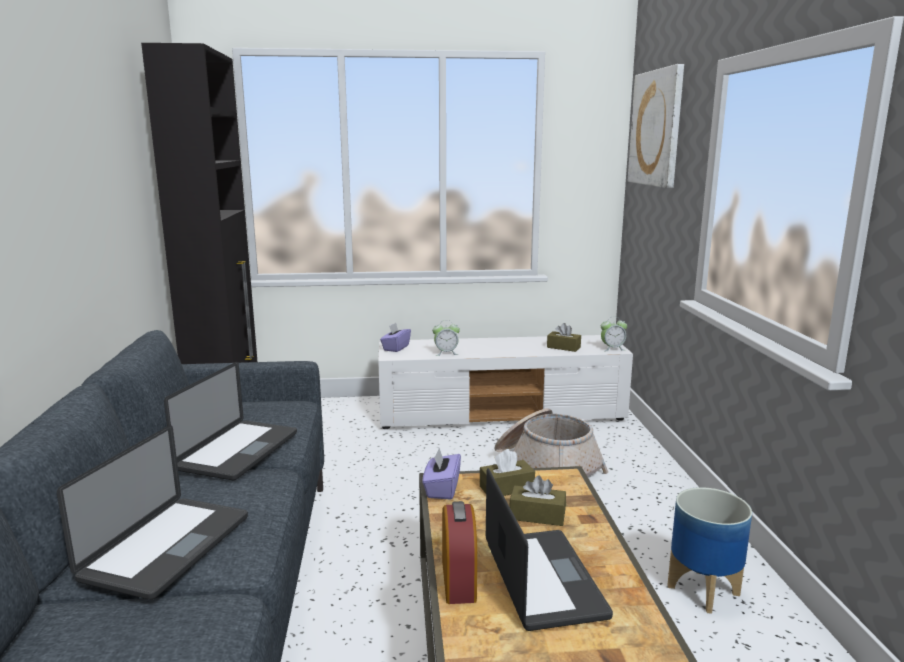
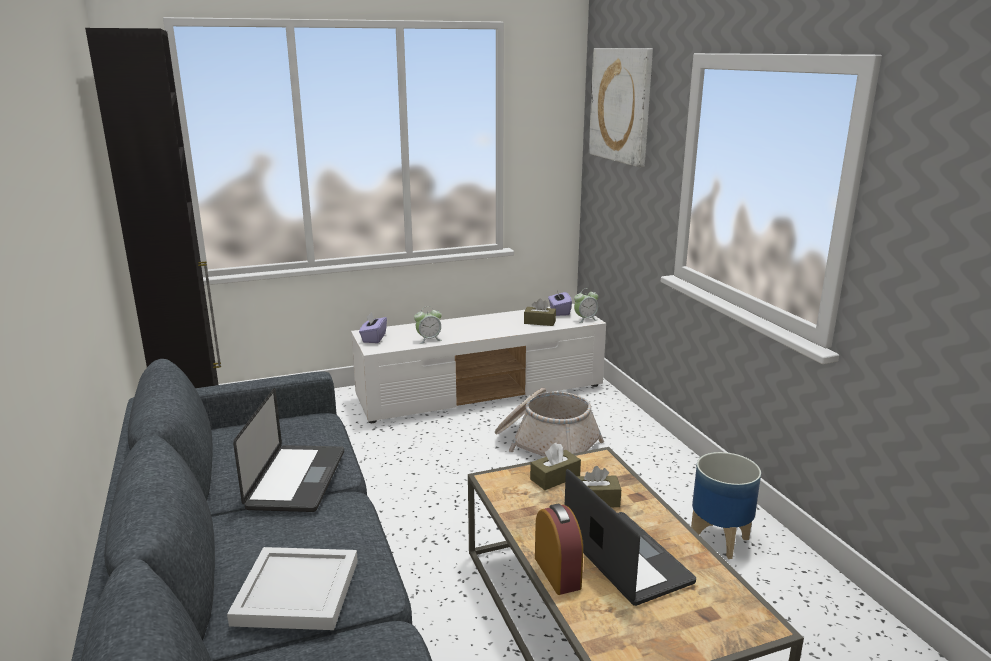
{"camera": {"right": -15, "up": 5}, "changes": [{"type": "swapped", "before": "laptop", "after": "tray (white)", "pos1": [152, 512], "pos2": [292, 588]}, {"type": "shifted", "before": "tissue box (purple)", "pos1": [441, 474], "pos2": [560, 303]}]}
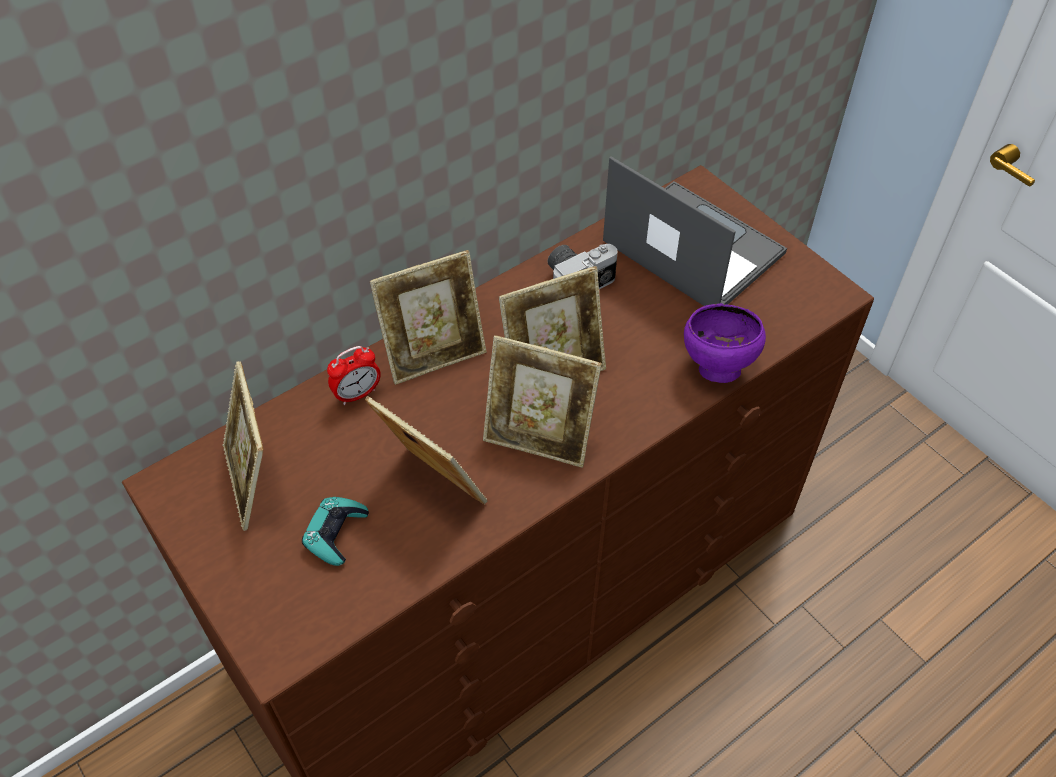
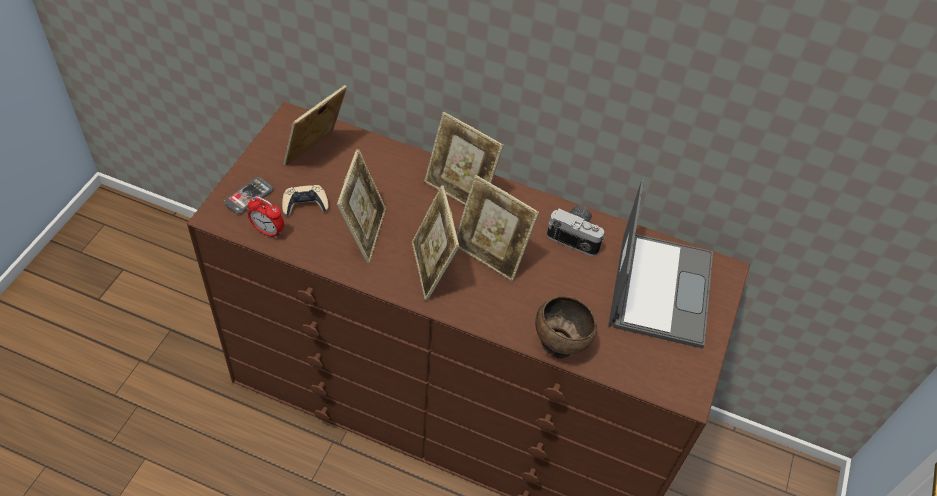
{"camera": {"right": 55, "up": 0}, "changes": [{"type": "new", "after": "phone", "pos2": [248, 195]}, {"type": "shifted", "before": "alarm clock", "pos1": [354, 375], "pos2": [266, 217]}, {"type": "repainted", "before": "game controller (turquoise)", "after": "game controller (beige)", "pos1": [335, 531], "pos2": [305, 200]}, {"type": "repainted", "before": "bowl (purple)", "after": "bowl (brown)", "pos1": [725, 343], "pos2": [566, 327]}]}
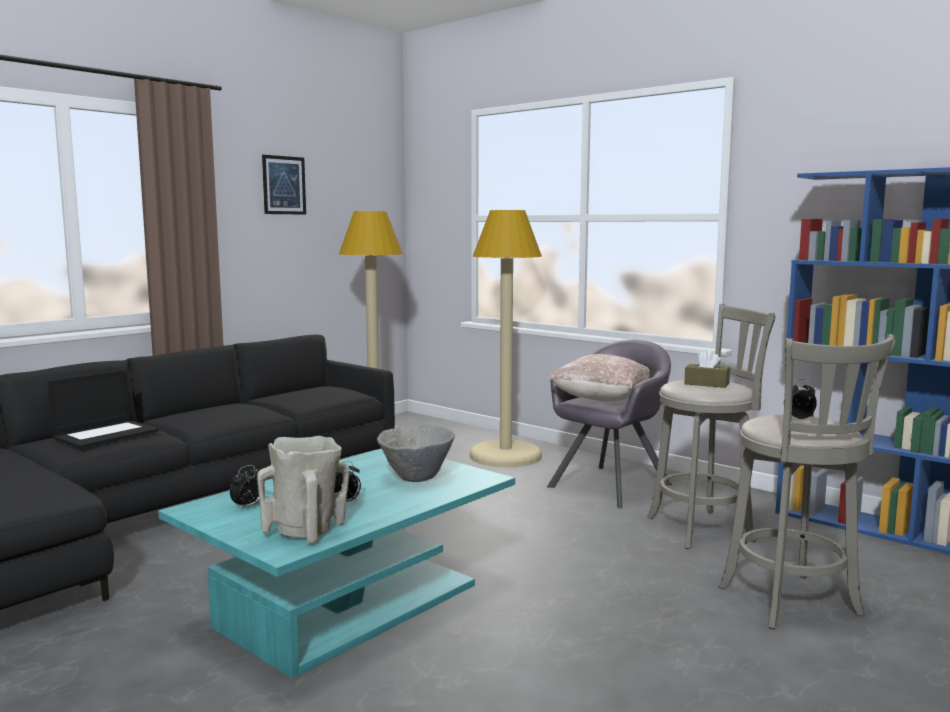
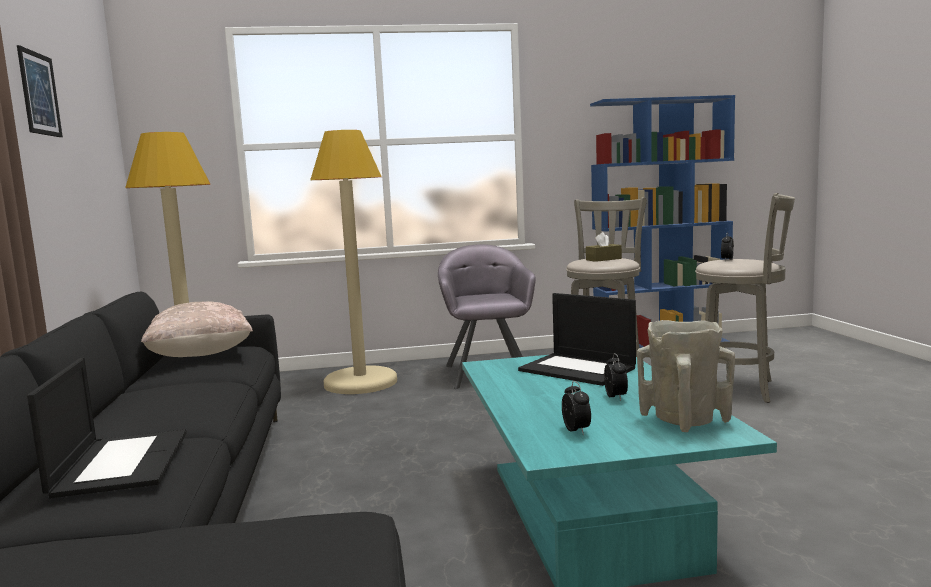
{"camera": {"right": -50, "up": 0}, "changes": [{"type": "shifted", "before": "pillow (beige)", "pos1": [599, 378], "pos2": [197, 329]}, {"type": "swapped", "before": "bowl (grey)", "after": "laptop", "pos1": [416, 453], "pos2": [577, 339]}]}
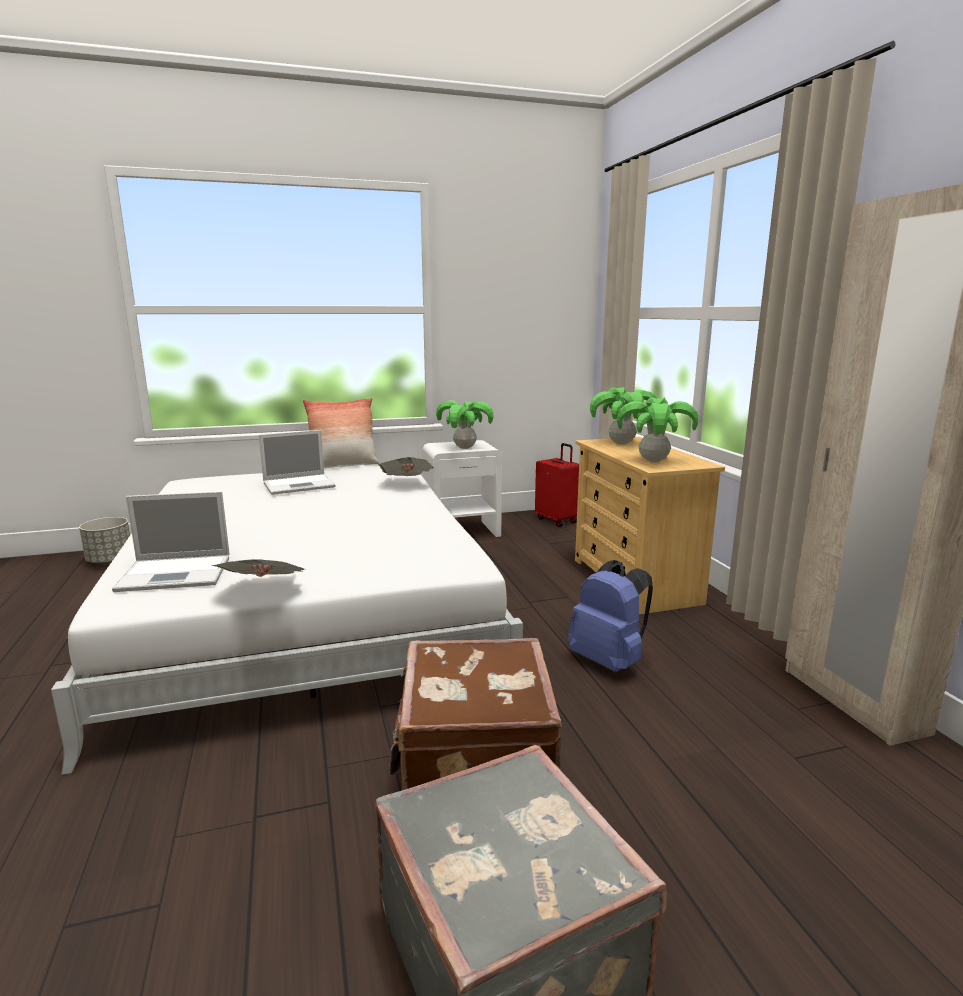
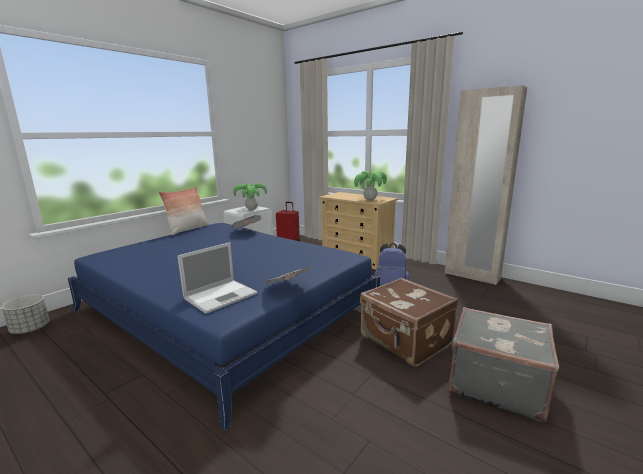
{"camera": {"right": -35, "up": 0}, "changes": [{"type": "repainted", "before": "bed (white)", "after": "bed (blue)", "pos1": [287, 619], "pos2": [224, 327]}, {"type": "gone", "before": "laptop", "pos1": [297, 462]}, {"type": "gone", "before": "potted plant", "pos1": [623, 415]}]}
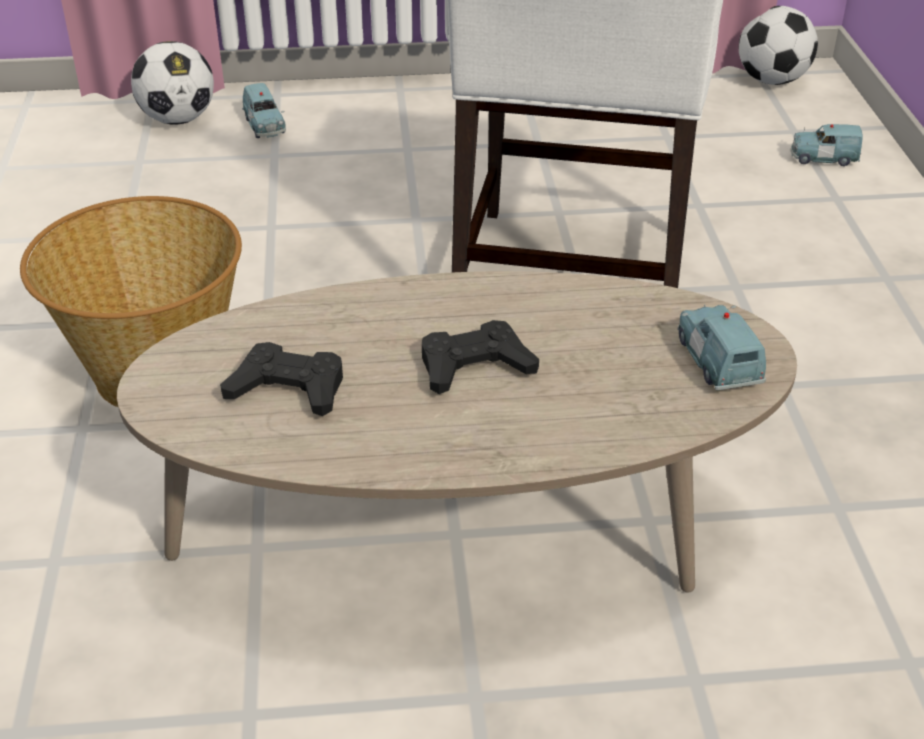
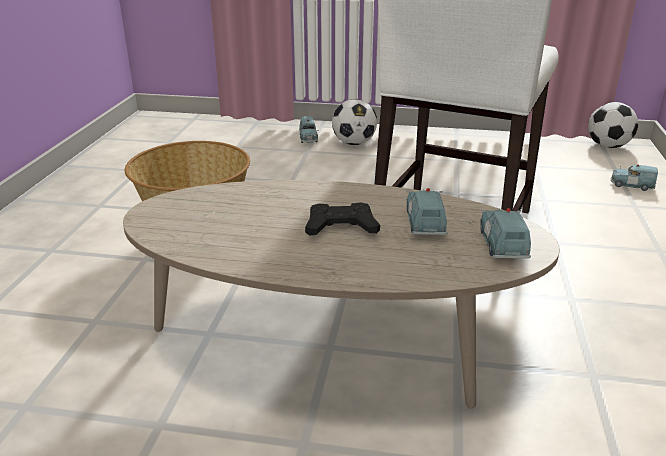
{"camera": {"right": 15, "up": -10}, "changes": [{"type": "shifted", "before": "football", "pos1": [172, 82], "pos2": [354, 122]}, {"type": "new", "after": "toy car (blue)", "pos2": [427, 211]}, {"type": "gone", "before": "game controller (black)", "pos1": [281, 379]}]}
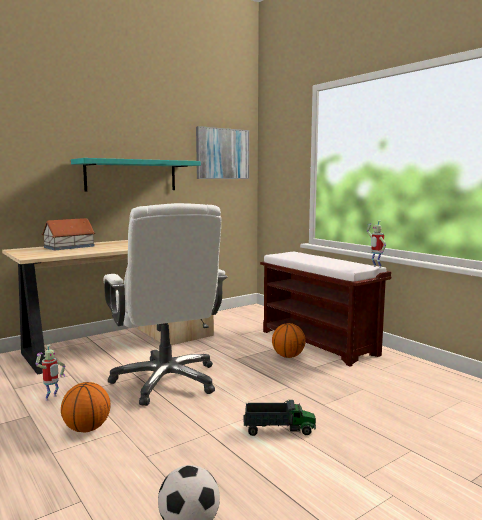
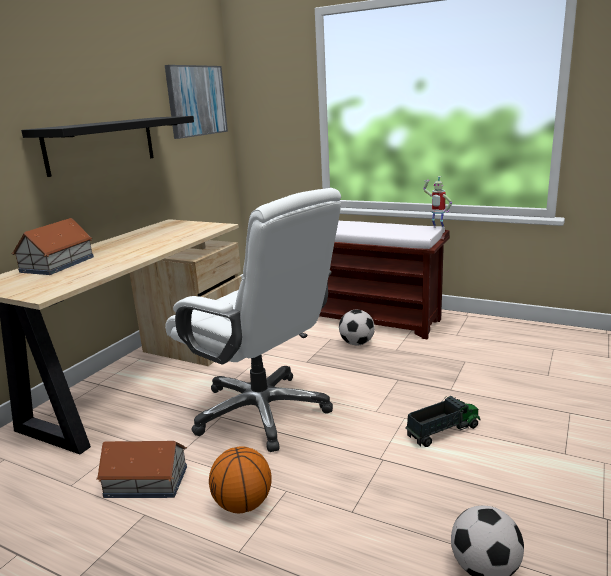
{"camera": {"right": -25, "up": 10}, "changes": [{"type": "repainted", "before": "shelf (turquoise)", "after": "shelf (black)", "pos1": [136, 174], "pos2": [107, 146]}, {"type": "swapped", "before": "toy robot", "after": "toy house", "pos1": [50, 373], "pos2": [141, 469]}, {"type": "swapped", "before": "basketball", "after": "football", "pos1": [289, 340], "pos2": [357, 327]}]}
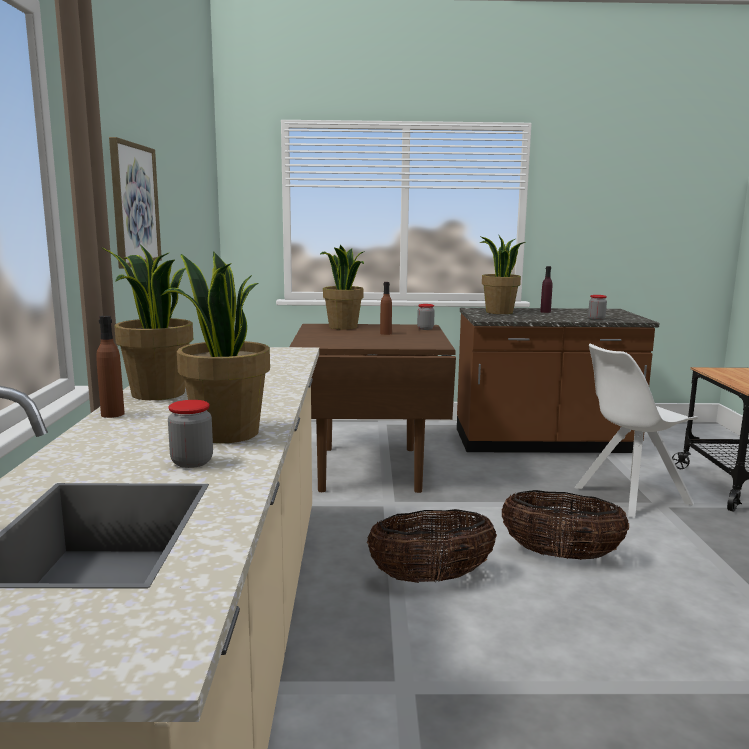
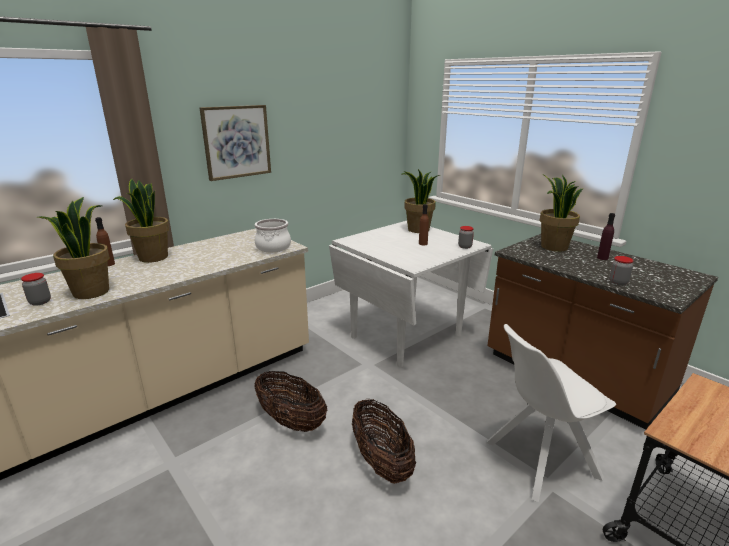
{"camera": {"right": 50, "up": 10}, "changes": [{"type": "new", "after": "cooking pot", "pos2": [272, 235]}, {"type": "repainted", "before": "dining table (brown)", "after": "dining table (white)", "pos1": [372, 408], "pos2": [411, 294]}, {"type": "rotated", "before": "chair (white)", "pos1": [636, 430], "pos2": [551, 413], "turn": -45}]}
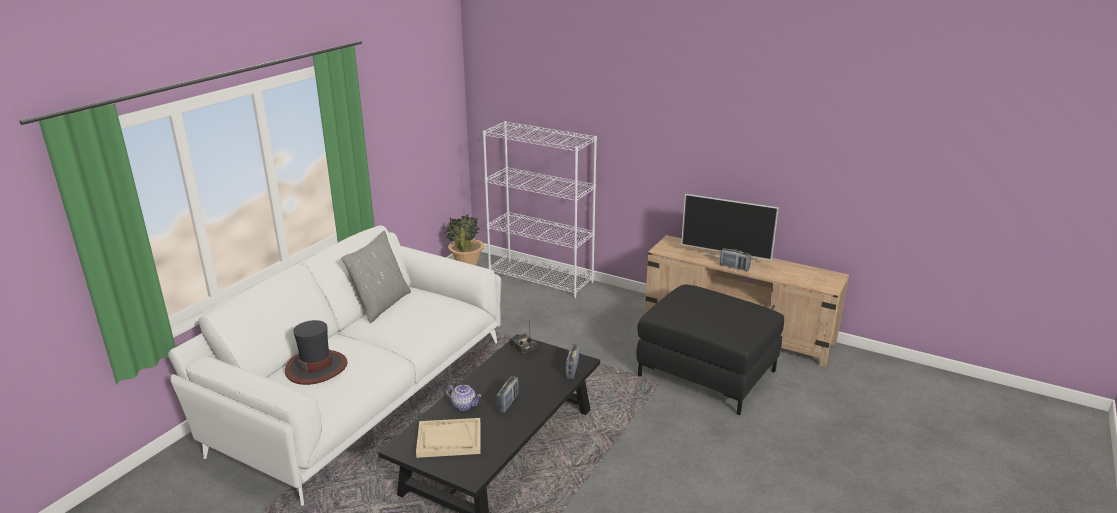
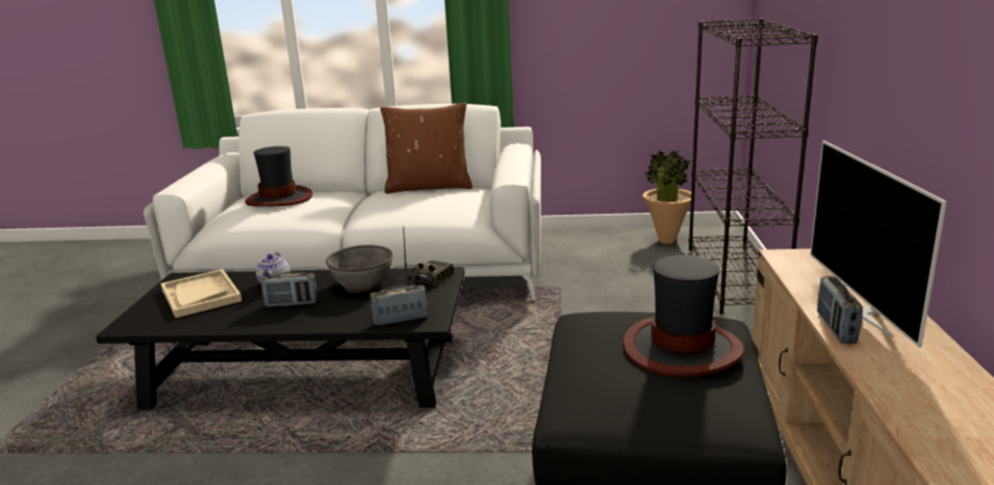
{"camera": {"right": 65, "up": -5}, "changes": [{"type": "new", "after": "bowl (grey)", "pos2": [359, 268]}, {"type": "repainted", "before": "pillow (grey)", "after": "pillow (brown)", "pos1": [376, 277], "pos2": [426, 148]}, {"type": "new", "after": "hat", "pos2": [683, 316]}, {"type": "repainted", "before": "bookcase (white)", "after": "bookcase (black)", "pos1": [540, 210], "pos2": [753, 166]}]}
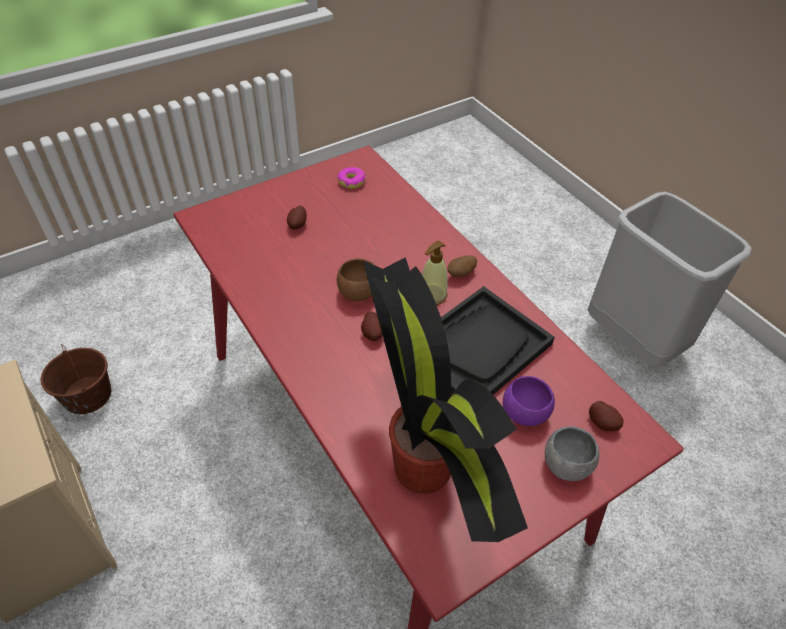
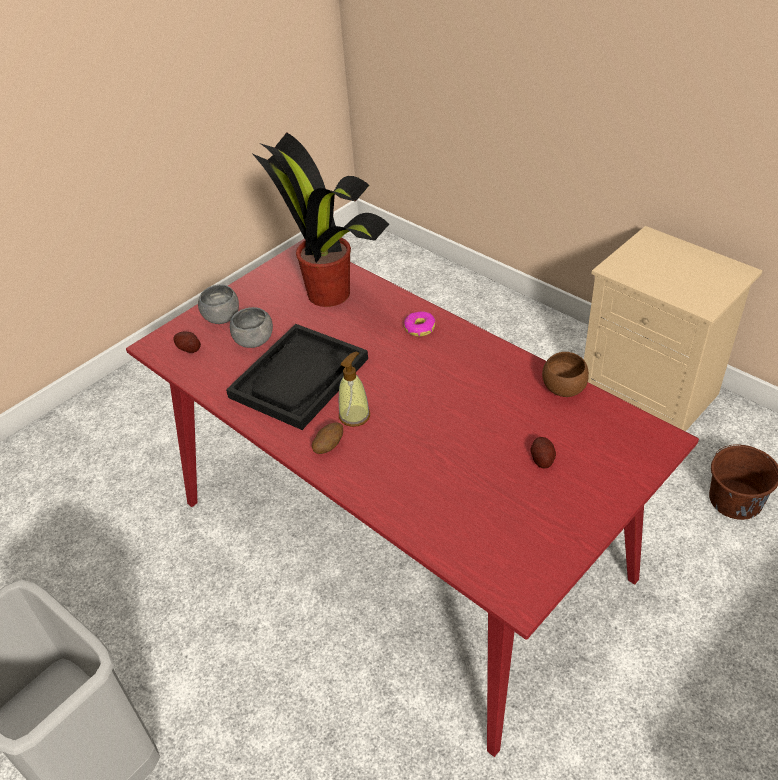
{"camera": {"right": 170, "up": -5}, "changes": [{"type": "repainted", "before": "bowl (purple)", "after": "bowl (grey)", "pos1": [529, 401], "pos2": [251, 327]}, {"type": "shifted", "before": "donut", "pos1": [351, 178], "pos2": [419, 324]}, {"type": "shifted", "before": "bowl (brown)", "pos1": [355, 279], "pos2": [565, 374]}, {"type": "gone", "before": "potato", "pos1": [371, 326]}]}
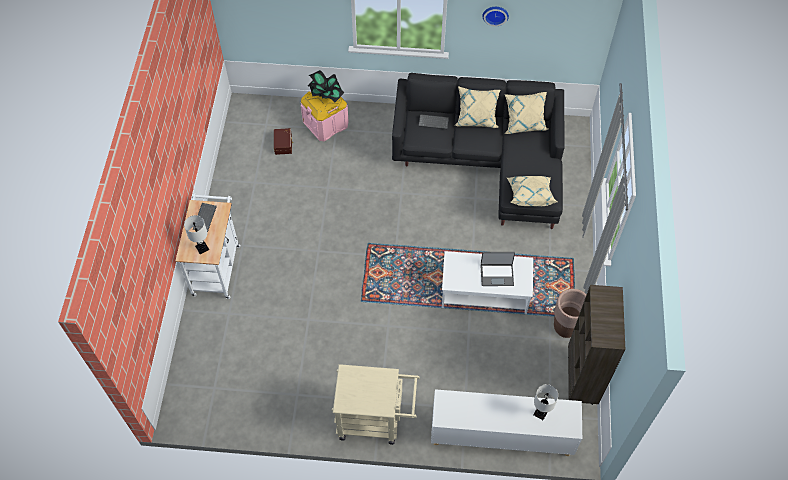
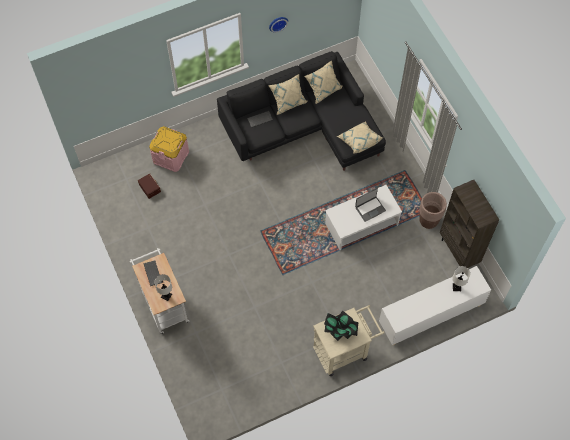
{"camera": {"right": -30, "up": 5}, "changes": [{"type": "shifted", "before": "potted plant", "pos1": [326, 86], "pos2": [341, 326]}]}
